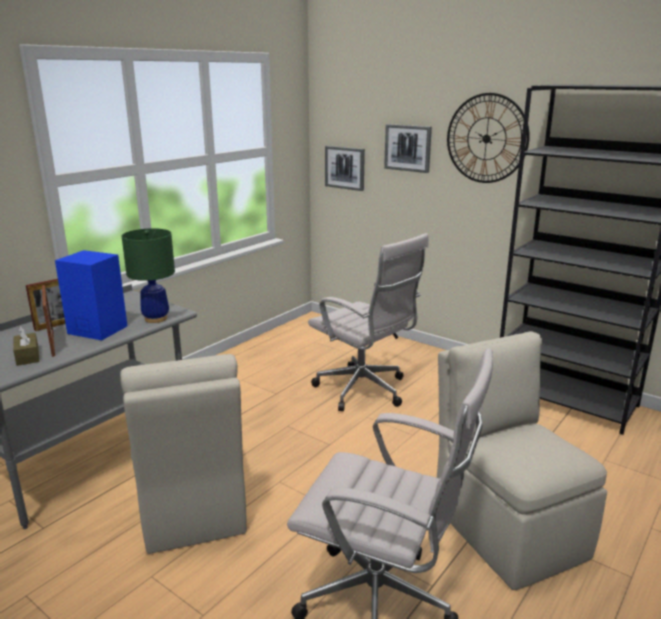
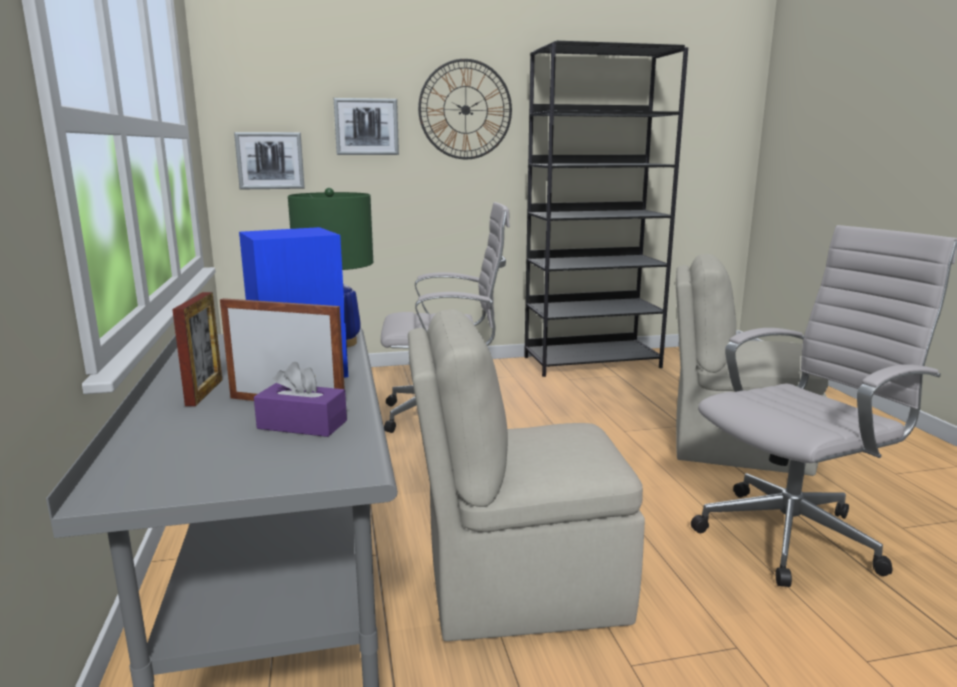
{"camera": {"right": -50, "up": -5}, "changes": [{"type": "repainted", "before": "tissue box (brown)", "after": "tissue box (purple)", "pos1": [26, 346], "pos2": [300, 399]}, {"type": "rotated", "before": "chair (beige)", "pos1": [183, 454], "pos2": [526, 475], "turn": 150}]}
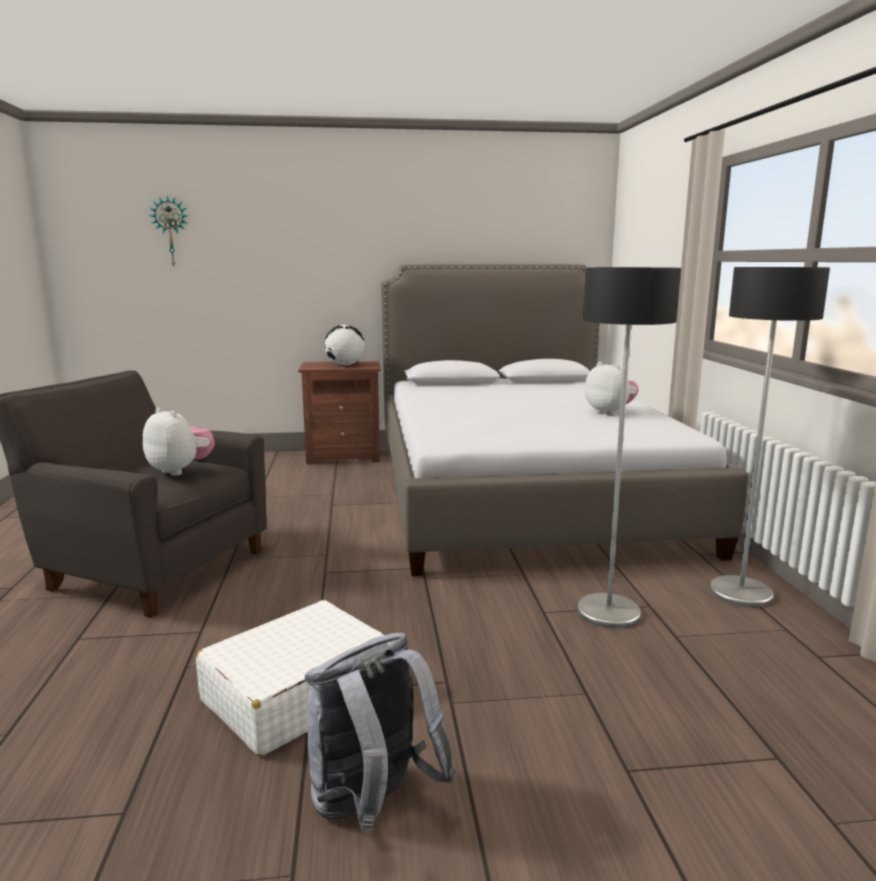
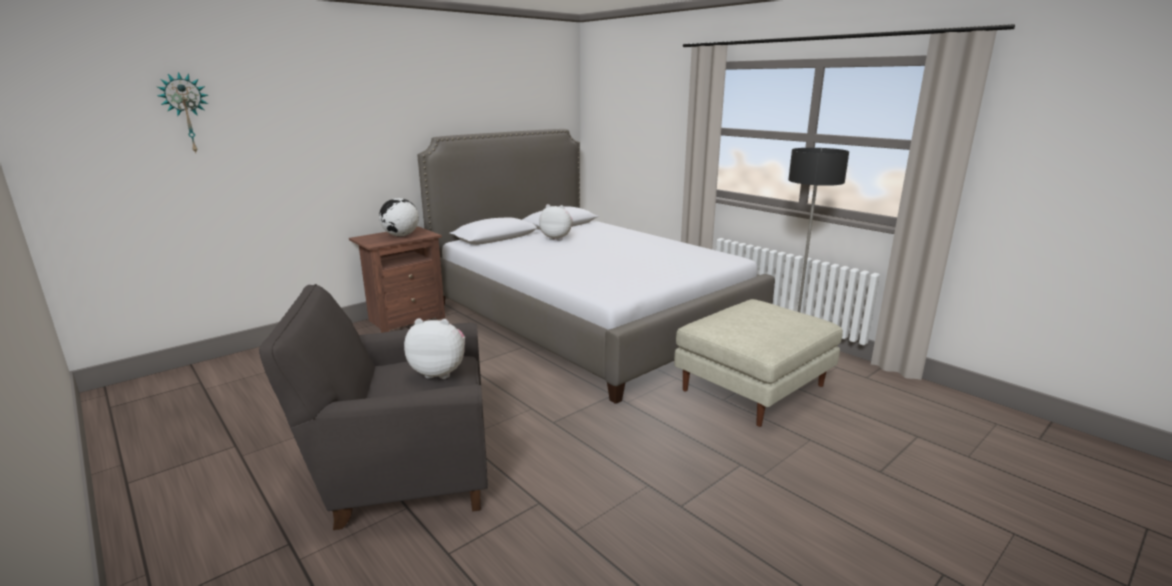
{"camera": {"right": -35, "up": 5}, "changes": [{"type": "shifted", "before": "plush toy", "pos1": [611, 388], "pos2": [556, 222]}, {"type": "swapped", "before": "floor lamp", "after": "ottoman (beige)", "pos1": [629, 448], "pos2": [758, 363]}, {"type": "gone", "before": "suitcase (white)", "pos1": [290, 678]}, {"type": "gone", "before": "backpack (grey)", "pos1": [381, 732]}]}
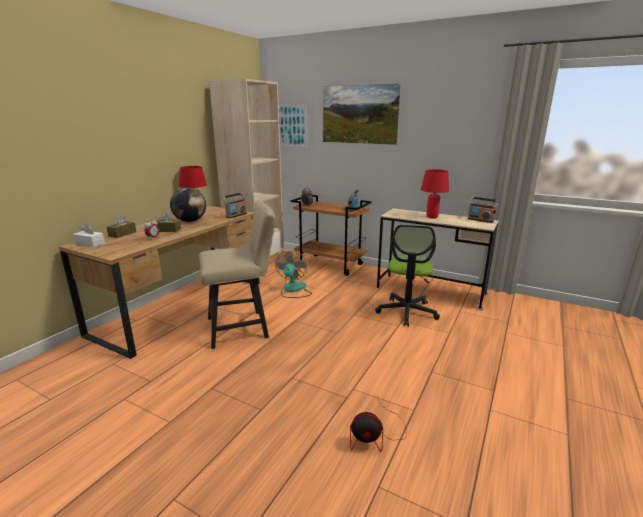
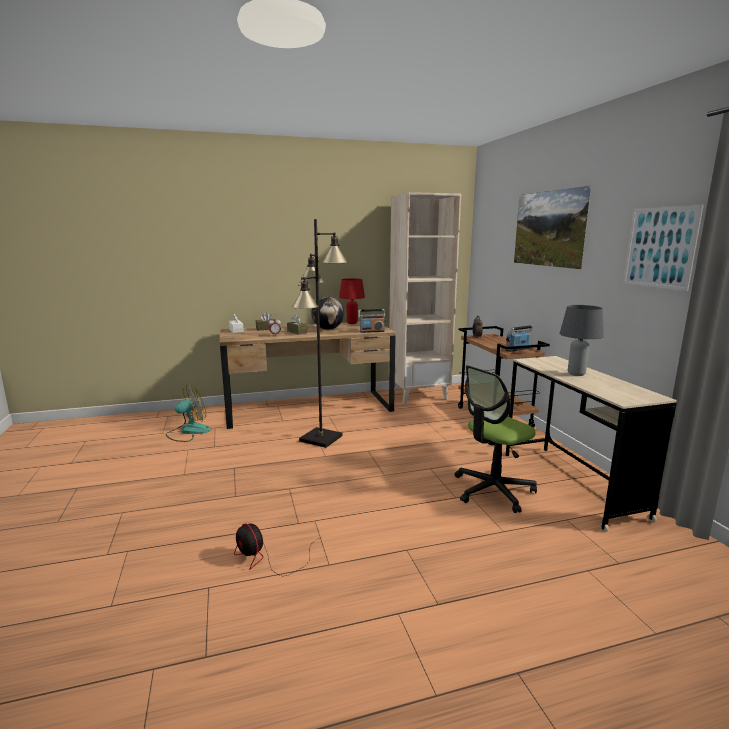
{"camera": {"right": 45, "up": -5}, "changes": [{"type": "shifted", "before": "fan", "pos1": [293, 274], "pos2": [188, 413]}, {"type": "swapped", "before": "chair (beige)", "after": "floor lamp (black)", "pos1": [237, 275], "pos2": [320, 333]}, {"type": "repainted", "before": "table lamp (red)", "after": "table lamp (grey)", "pos1": [435, 194], "pos2": [582, 340]}, {"type": "shifted", "before": "picture", "pos1": [293, 126], "pos2": [663, 248]}, {"type": "gone", "before": "radio", "pos1": [483, 210]}]}
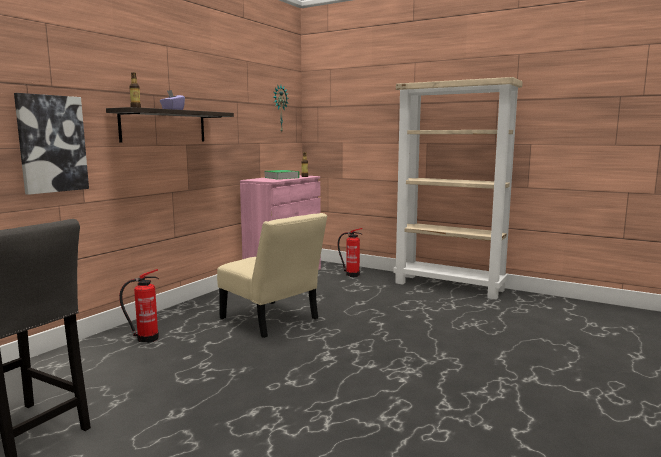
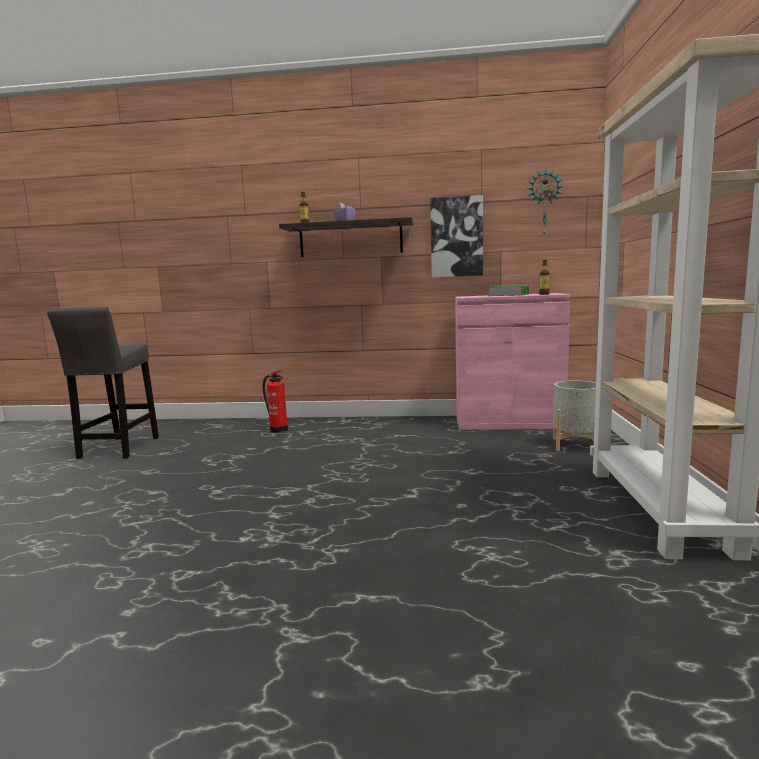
{"camera": {"right": 65, "up": 0}, "changes": [{"type": "shifted", "before": "picture", "pos1": [51, 144], "pos2": [456, 236]}, {"type": "swapped", "before": "fire extinguisher", "after": "planter (grey)", "pos1": [350, 252], "pos2": [574, 415]}, {"type": "gone", "before": "chair (beige)", "pos1": [272, 275]}]}
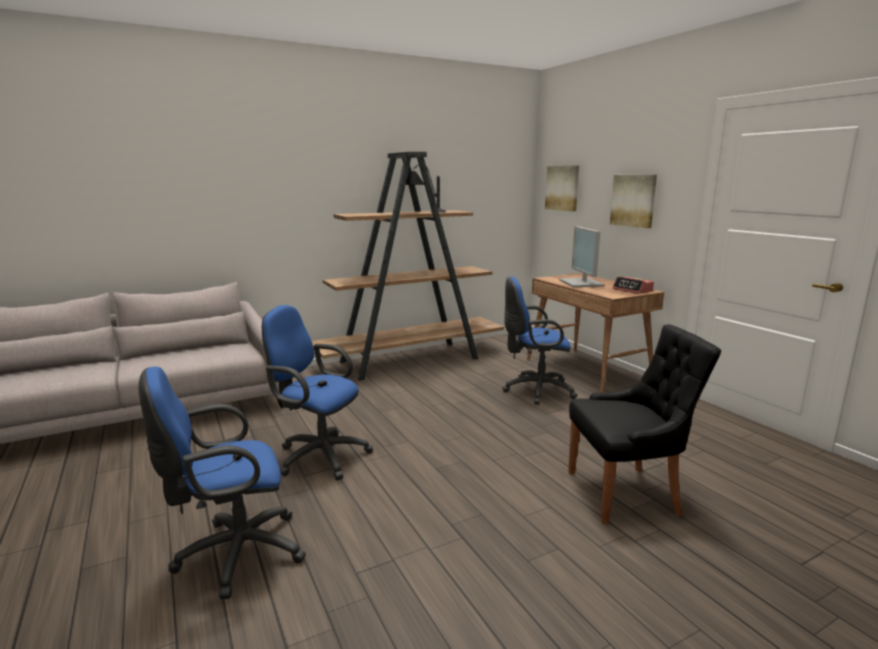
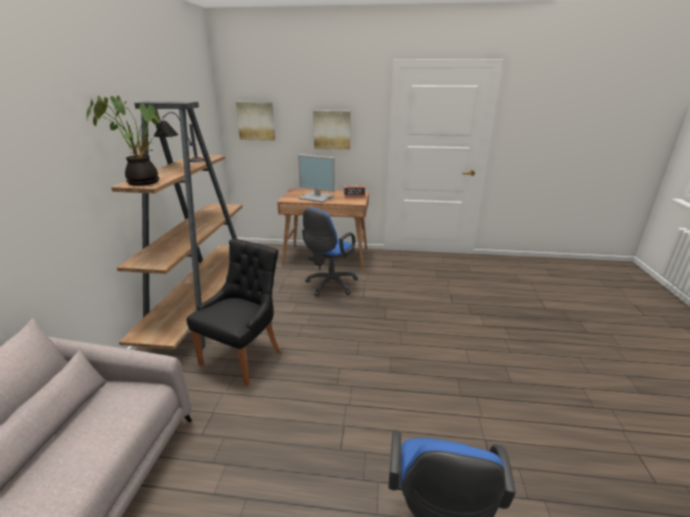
{"camera": {"right": -55, "up": 10}, "changes": [{"type": "new", "after": "potted plant", "pos2": [129, 141]}, {"type": "shifted", "before": "chair (black)", "pos1": [644, 424], "pos2": [233, 313]}, {"type": "gone", "before": "office chair (blue)", "pos1": [317, 392]}]}
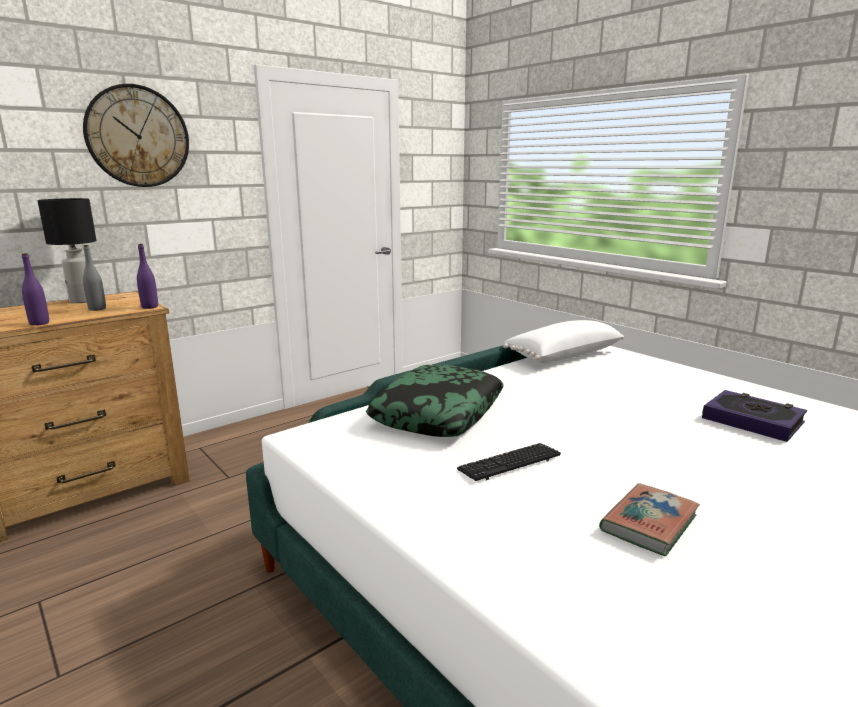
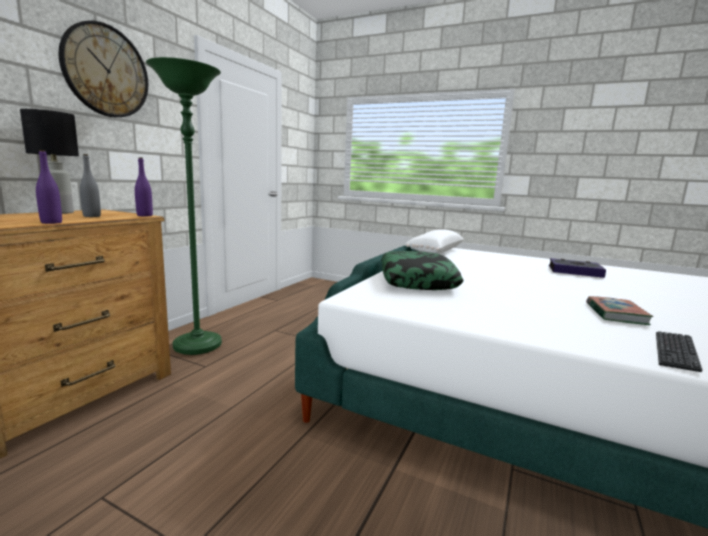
{"camera": {"right": -25, "up": -5}, "changes": [{"type": "new", "after": "floor lamp (green)", "pos2": [184, 206]}, {"type": "shifted", "before": "keyboard", "pos1": [509, 462], "pos2": [679, 351]}]}
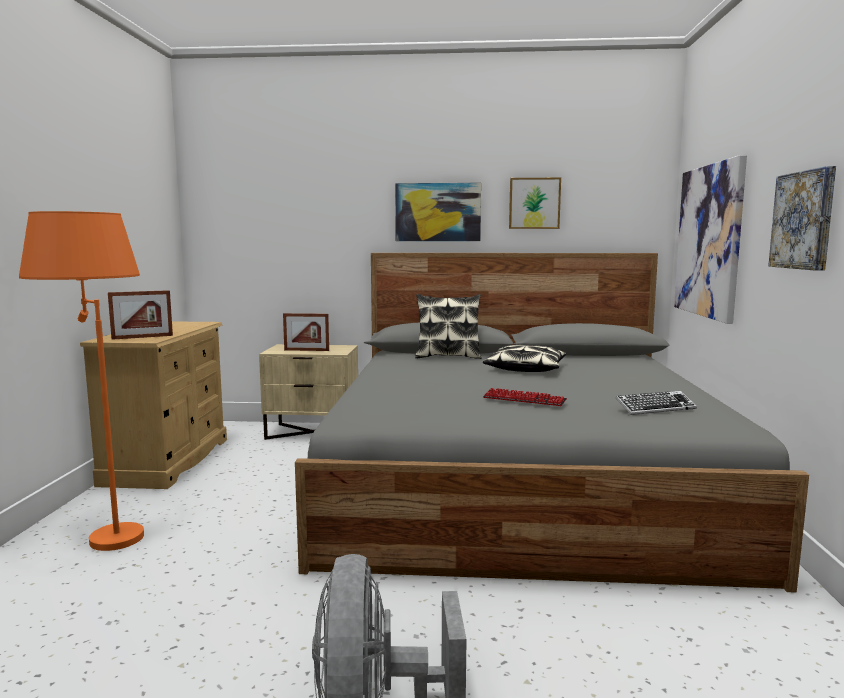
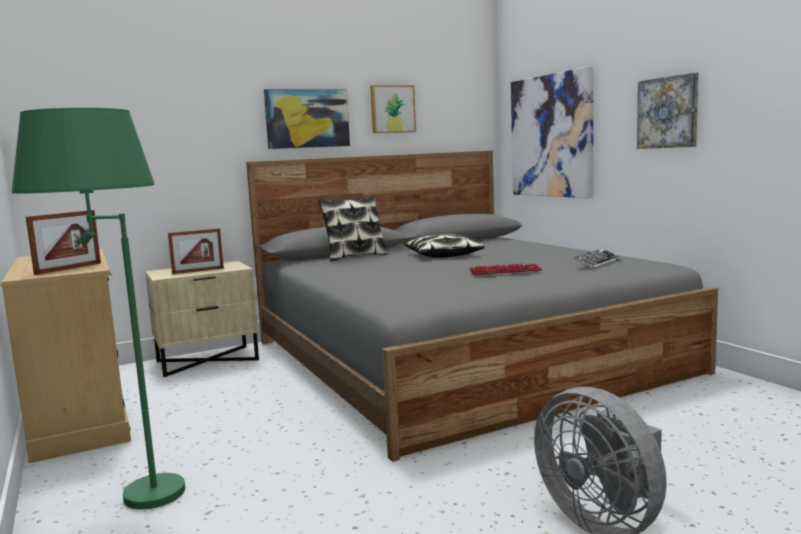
{"camera": {"right": -30, "up": 0}, "changes": [{"type": "repainted", "before": "floor lamp (orange)", "after": "floor lamp (green)", "pos1": [81, 381], "pos2": [98, 308]}]}
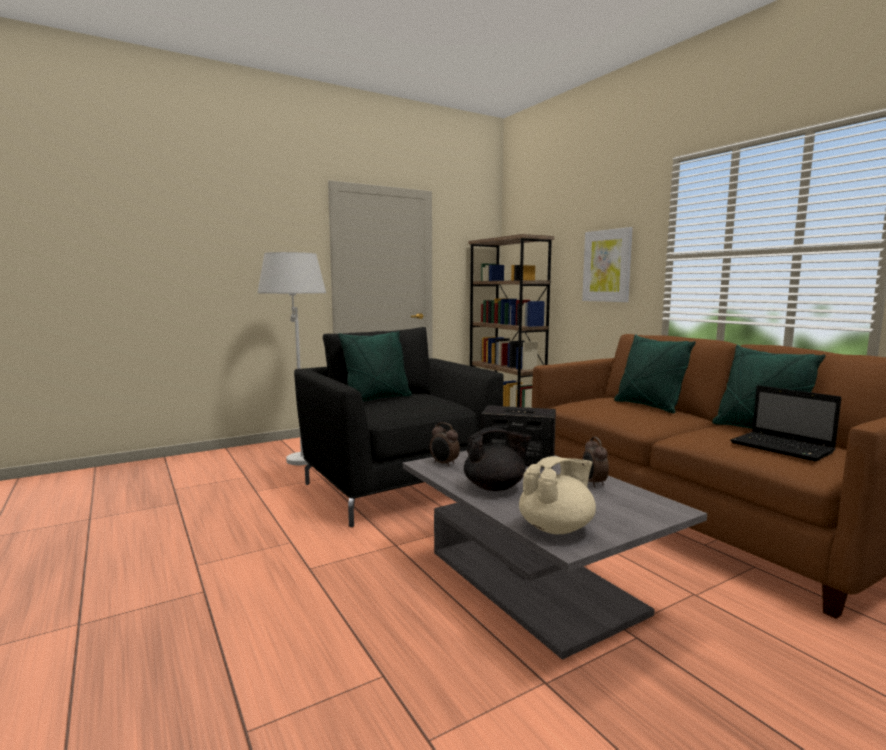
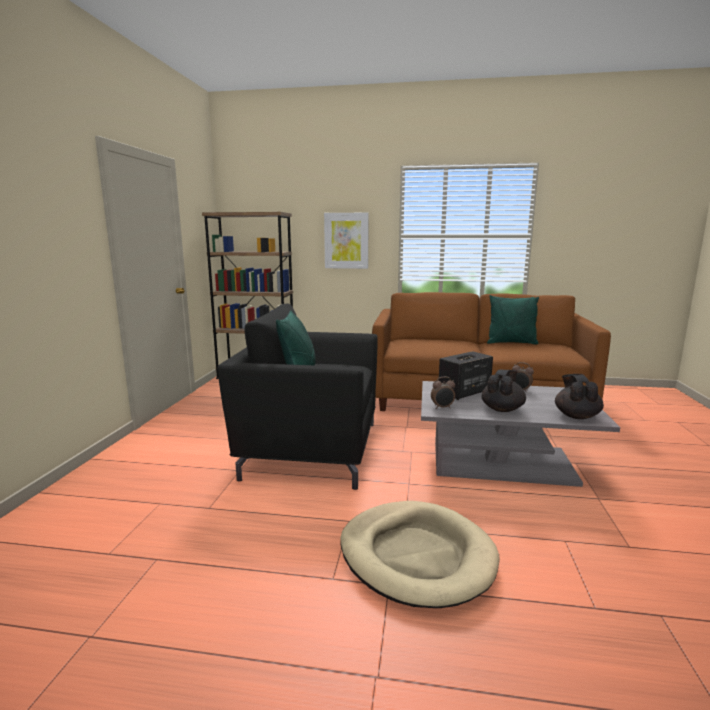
{"camera": {"right": -50, "up": 5}, "changes": [{"type": "new", "after": "dog bed (beige)", "pos2": [420, 554]}, {"type": "repainted", "before": "teapot (beige)", "after": "teapot (black)", "pos1": [557, 495], "pos2": [579, 396]}, {"type": "gone", "before": "floor lamp (white)", "pos1": [292, 358]}, {"type": "gone", "before": "pillow (green)", "pos1": [655, 373]}, {"type": "gone", "before": "laptop", "pos1": [786, 423]}]}
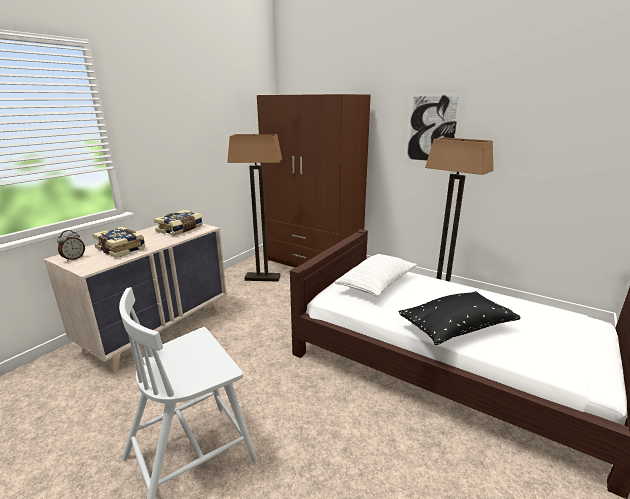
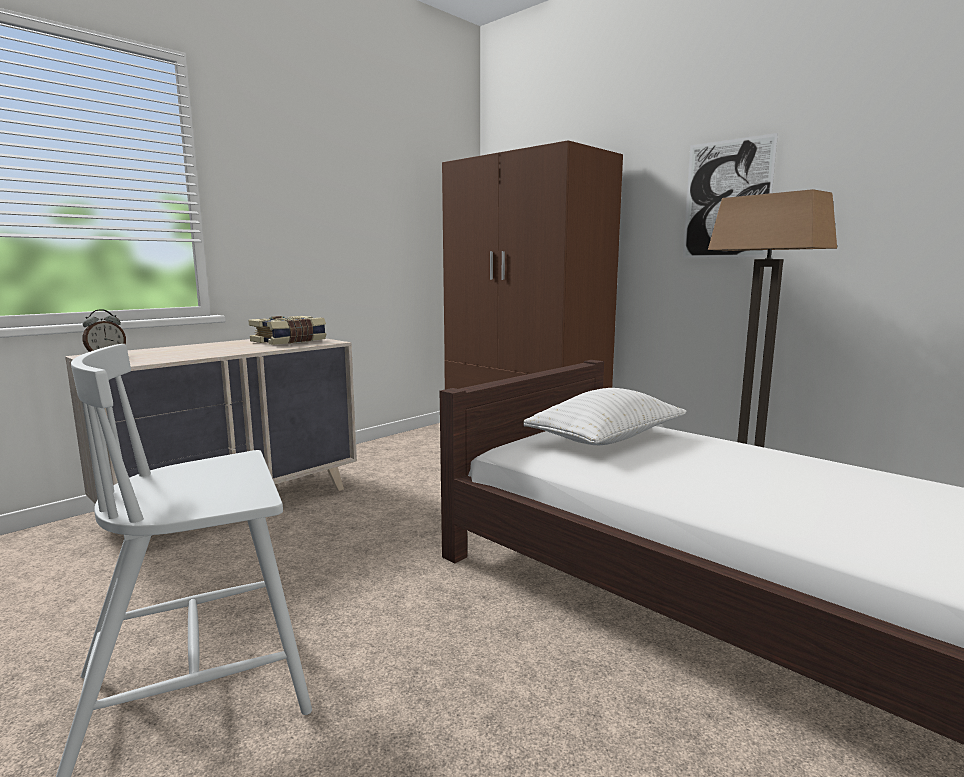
{"camera": {"right": 10, "up": -10}, "changes": [{"type": "gone", "before": "book", "pos1": [119, 242]}, {"type": "gone", "before": "floor lamp", "pos1": [254, 208]}, {"type": "gone", "before": "pillow (black)", "pos1": [459, 318]}]}
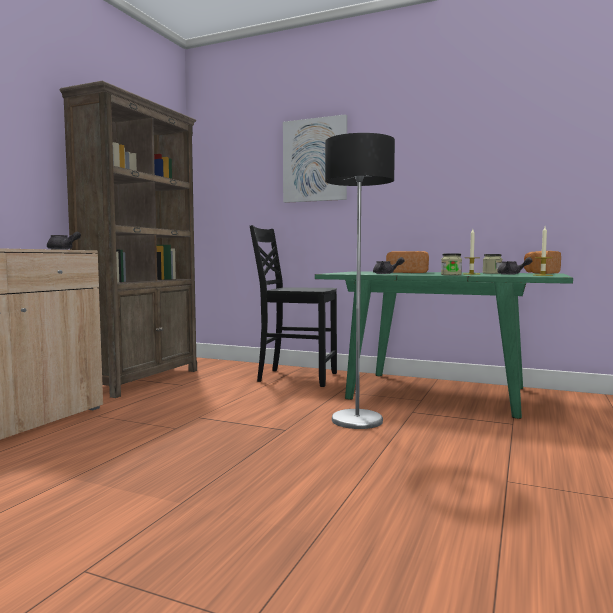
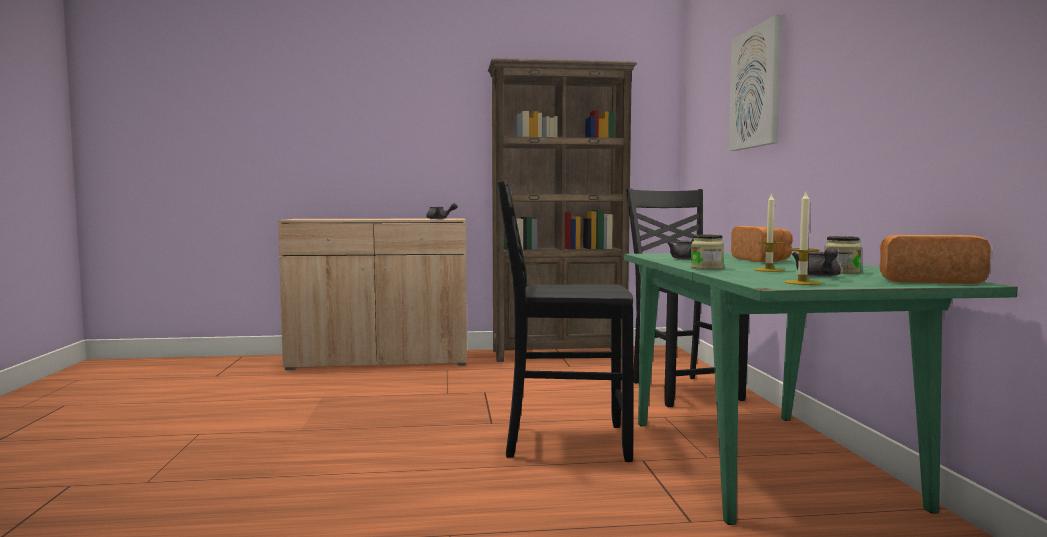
{"camera": {"right": 60, "up": 0}, "changes": [{"type": "swapped", "before": "floor lamp", "after": "chair (black)", "pos1": [360, 281], "pos2": [565, 321]}]}
